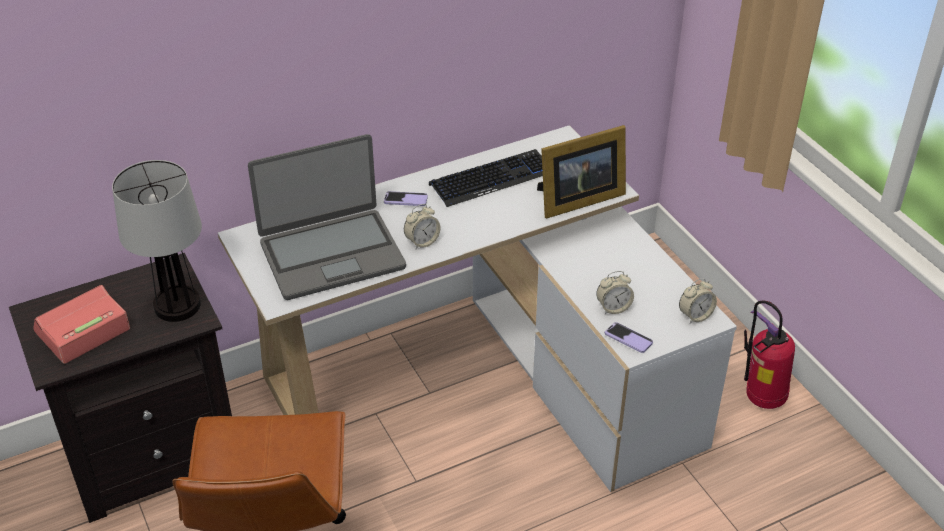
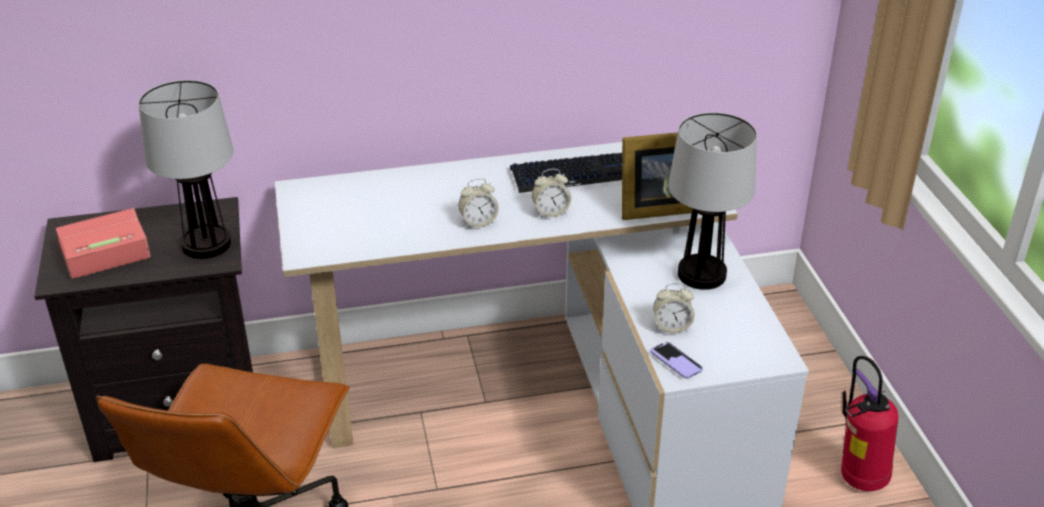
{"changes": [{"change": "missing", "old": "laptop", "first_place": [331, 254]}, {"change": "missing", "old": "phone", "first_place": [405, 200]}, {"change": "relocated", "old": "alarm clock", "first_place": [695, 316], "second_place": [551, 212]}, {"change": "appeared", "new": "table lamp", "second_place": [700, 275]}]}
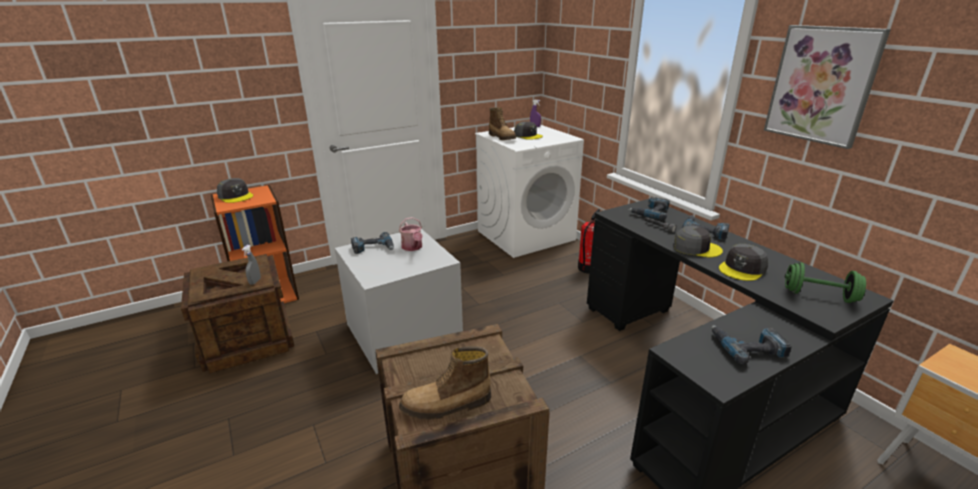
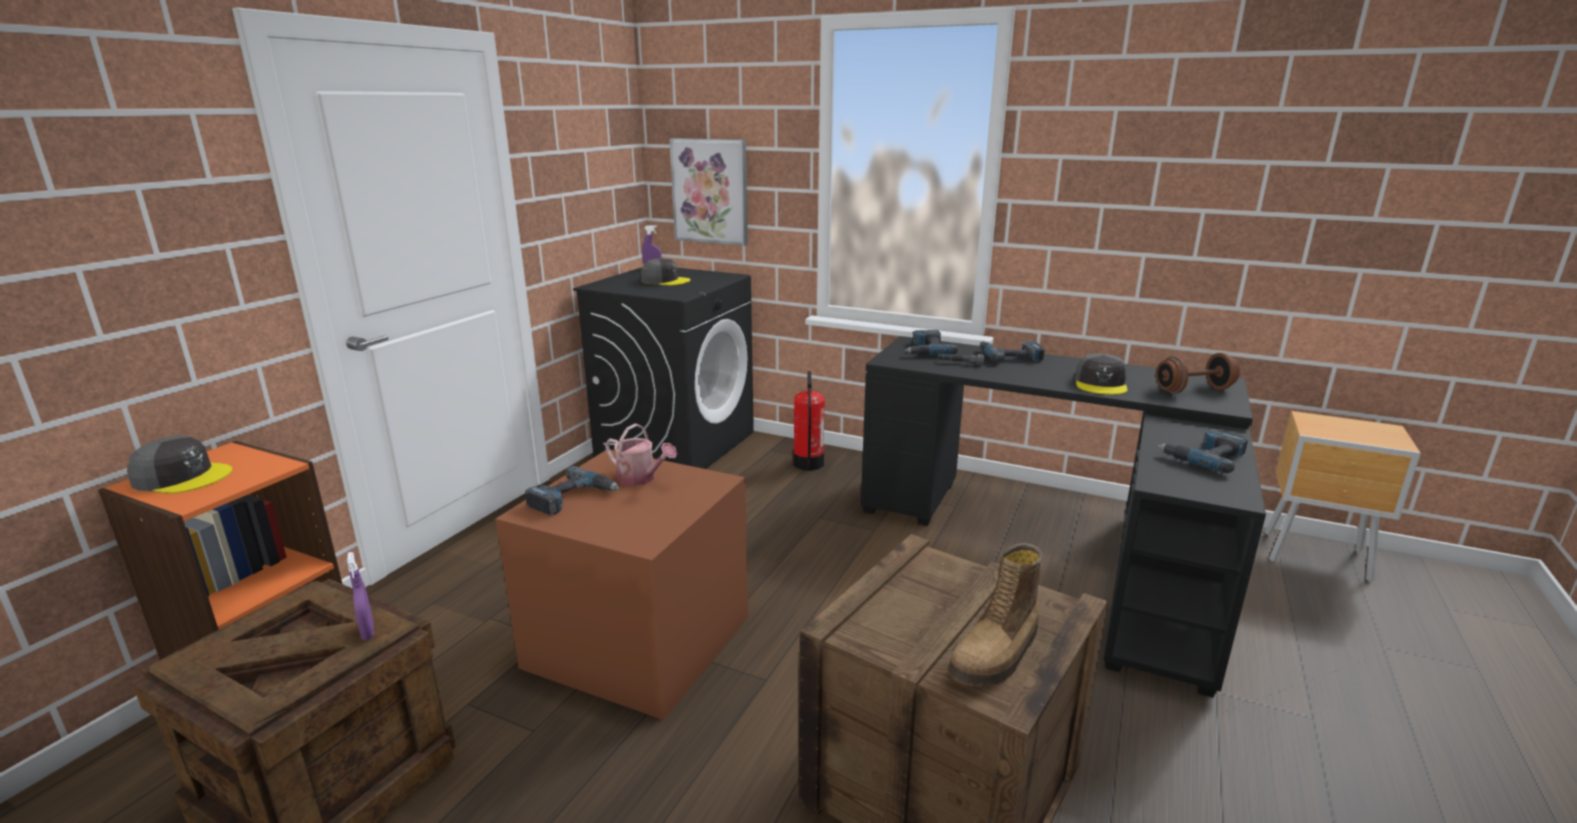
{"changes": [{"change": "relocated", "old": "picture", "first_place": [821, 85], "second_place": [710, 191]}, {"change": "missing", "old": "boot", "first_place": [502, 138]}, {"change": "colour", "old": "white washing machine", "new": "black washing machine", "first_place": [526, 235], "second_place": [676, 444]}, {"change": "missing", "old": "grey cap", "first_place": [696, 248]}, {"change": "colour", "old": "grey storage box", "new": "brown storage box", "first_place": [402, 334], "second_place": [639, 643]}, {"change": "colour", "old": "grey spray bottle", "new": "purple spray bottle", "first_place": [255, 281], "second_place": [368, 632]}, {"change": "colour", "old": "green dumbbell", "new": "brown dumbbell", "first_place": [819, 295], "second_place": [1193, 390]}]}
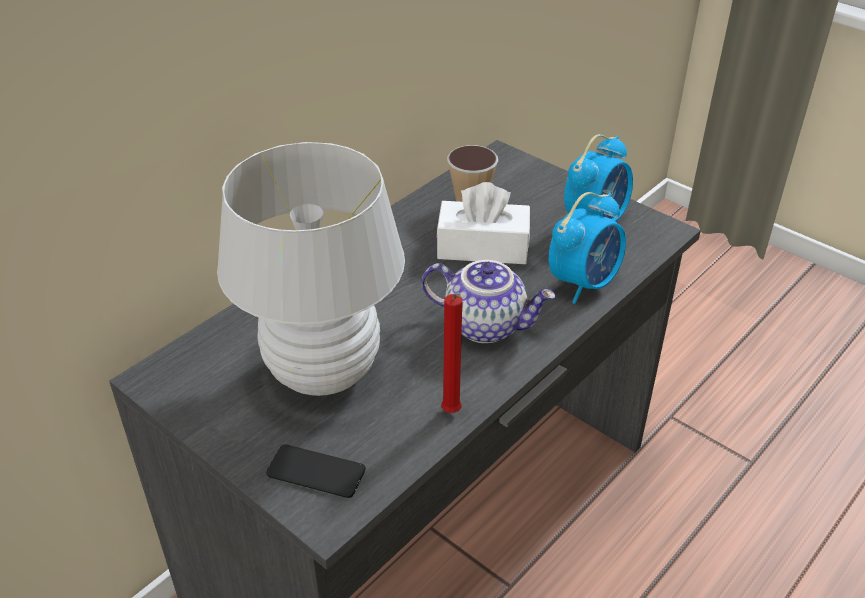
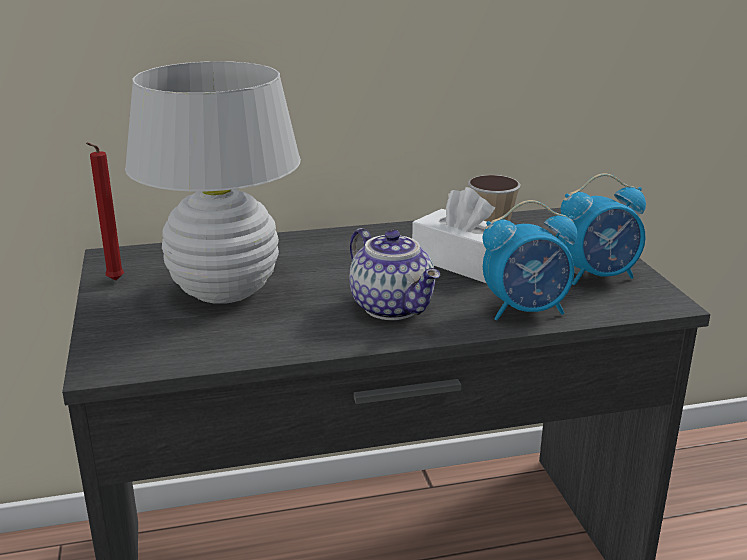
{"changes": [{"change": "relocated", "old": "red candle", "first_place": [452, 414], "second_place": [113, 281]}, {"change": "missing", "old": "phone", "first_place": [316, 472]}]}
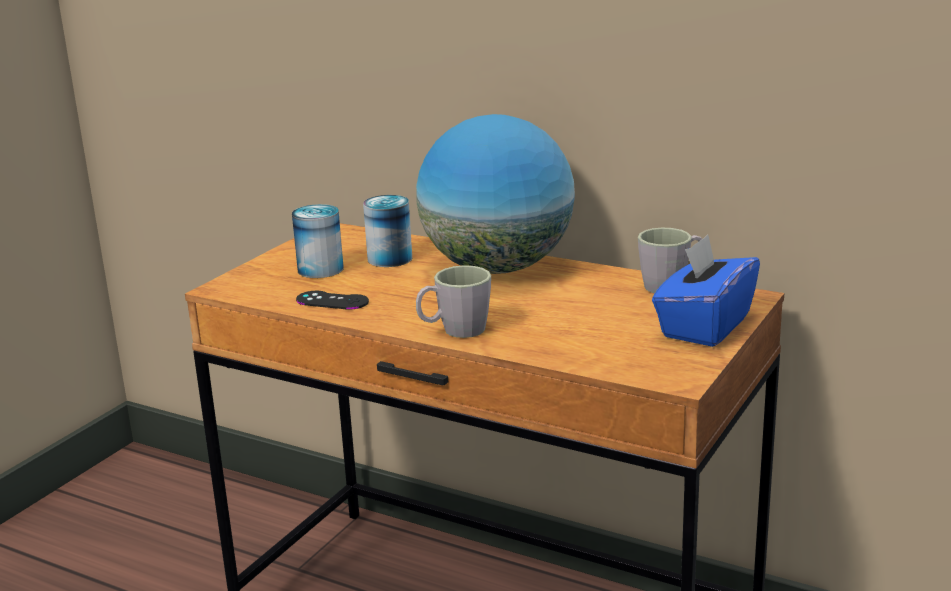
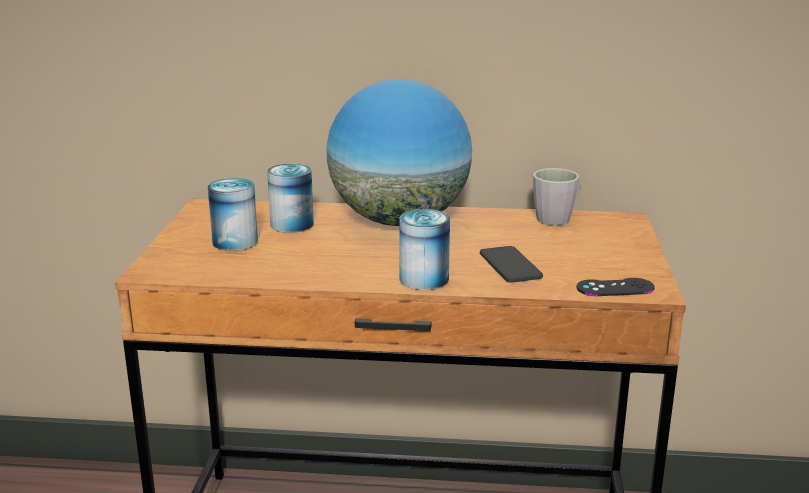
{"changes": [{"change": "missing", "old": "blue tissue box", "first_place": [704, 326]}, {"change": "exchanged", "old": "grey mug", "new": "can", "first_place": [454, 331], "second_place": [424, 279]}, {"change": "relocated", "old": "black game controller", "first_place": [332, 301], "second_place": [615, 288]}, {"change": "appeared", "new": "phone", "second_place": [510, 265]}]}
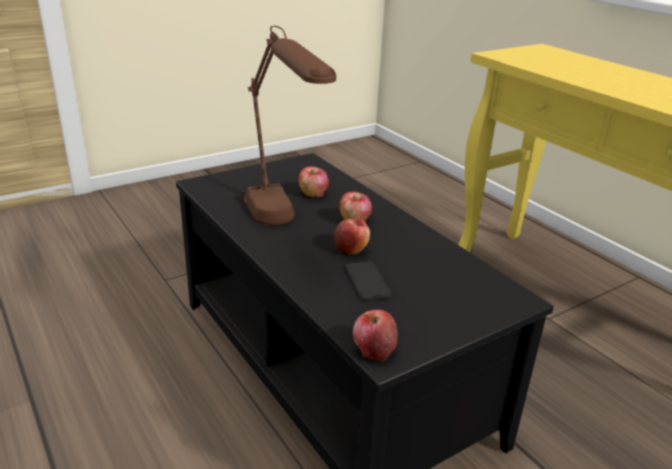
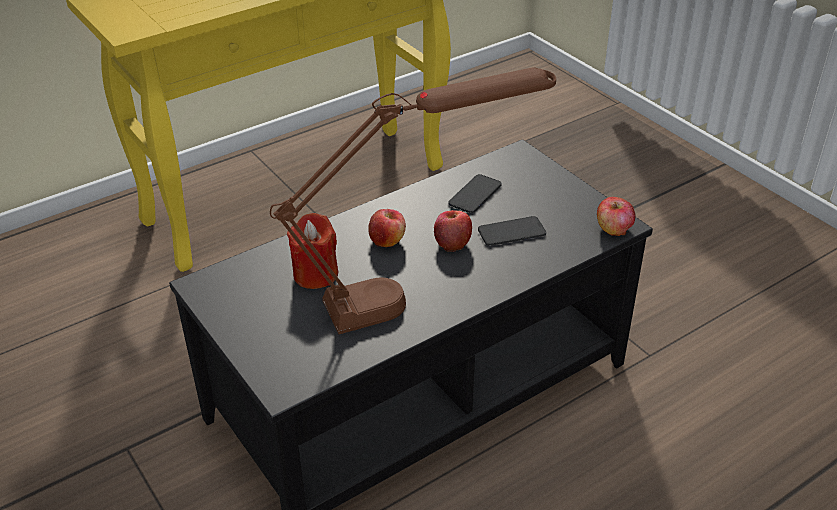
{"changes": [{"change": "exchanged", "old": "apple", "new": "red candle", "first_place": [313, 193], "second_place": [315, 274]}, {"change": "appeared", "new": "phone", "second_place": [475, 194]}]}
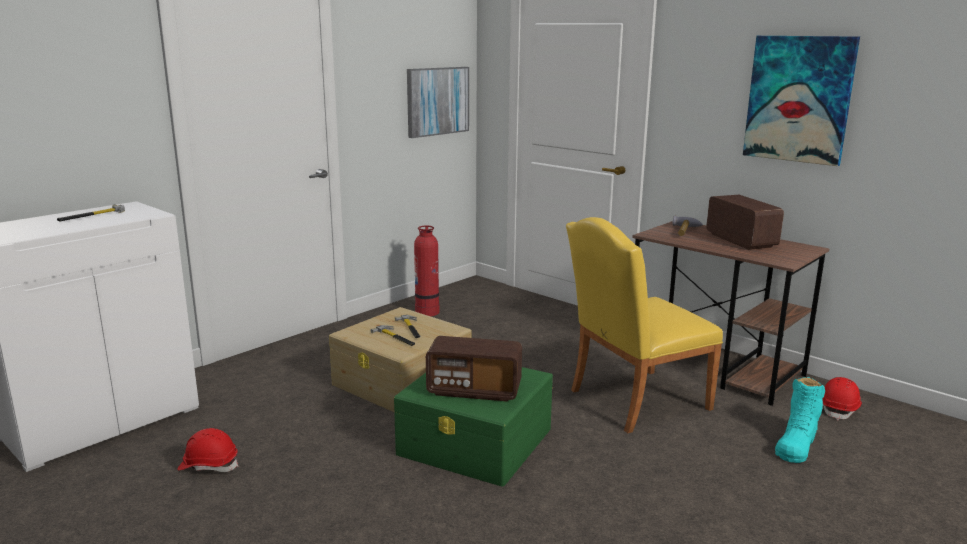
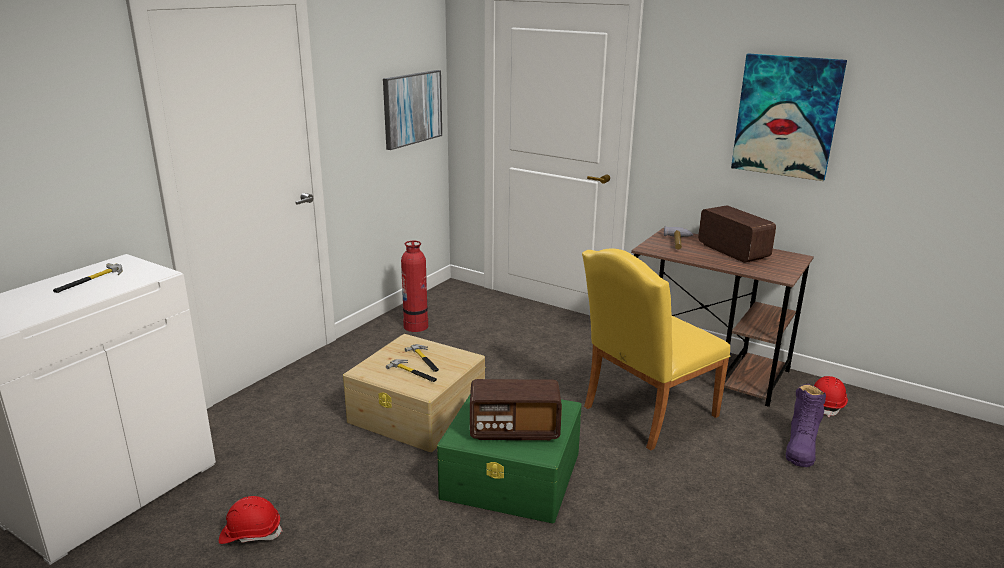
{"changes": [{"change": "colour", "old": "turquoise boot", "new": "purple boot", "first_place": [796, 444], "second_place": [801, 446]}]}
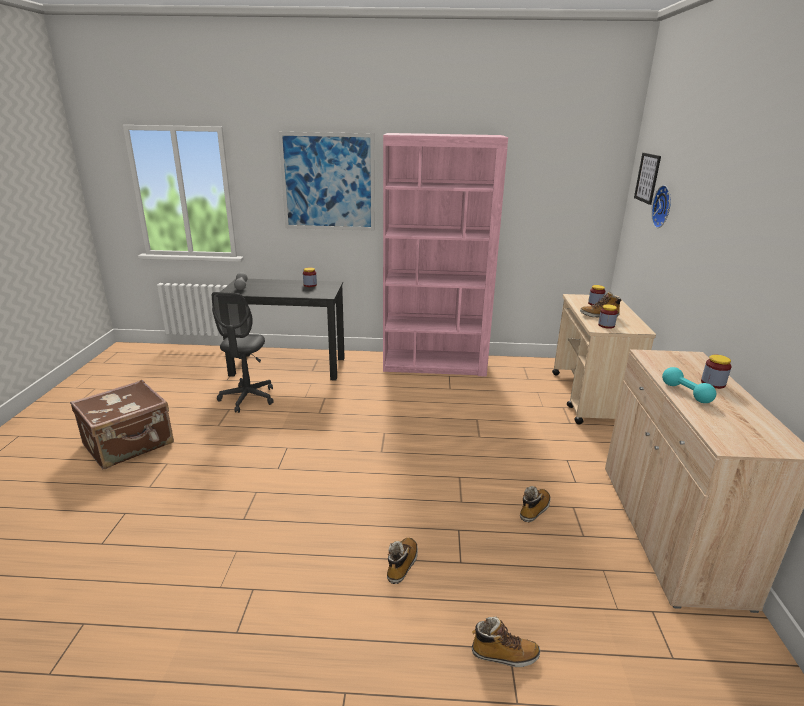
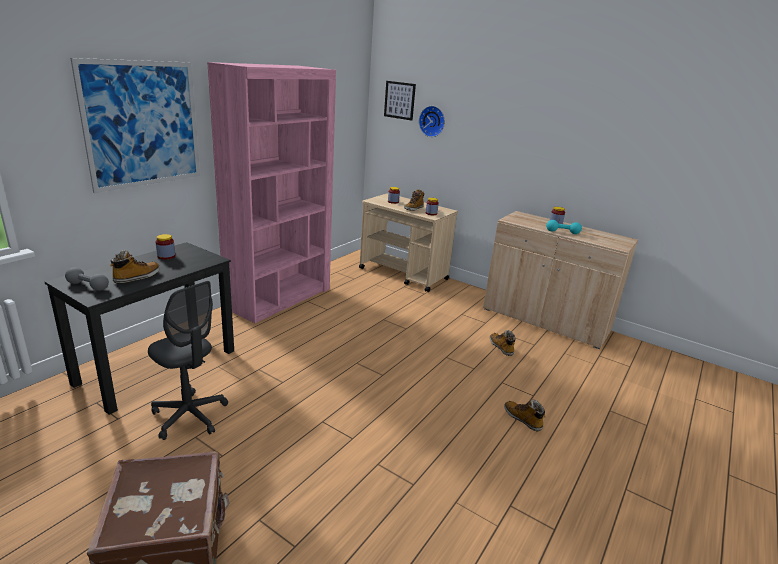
{"changes": [{"change": "relocated", "old": "boot", "first_place": [504, 654], "second_place": [137, 277]}]}
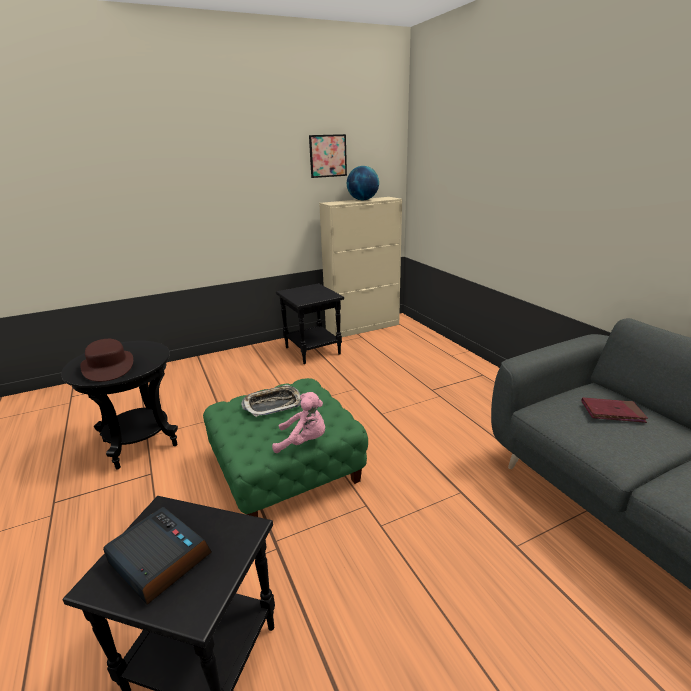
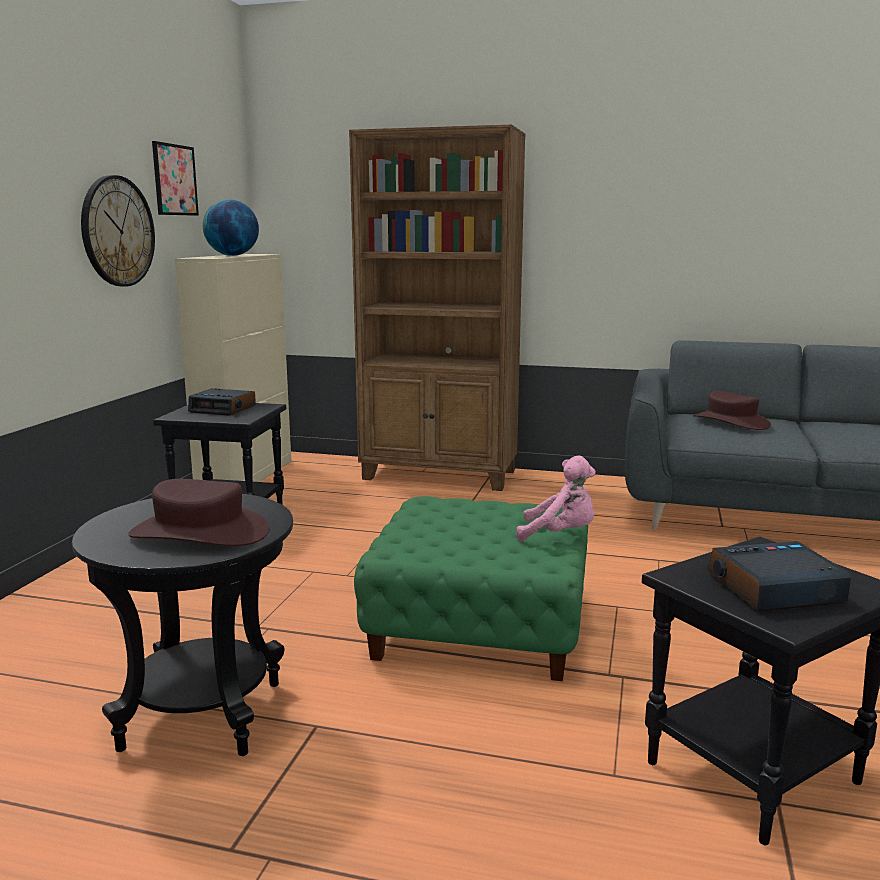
{"changes": [{"change": "missing", "old": "tray", "first_place": [273, 404]}, {"change": "spun", "old": "pink plush toy", "first_place": [304, 441], "second_place": [560, 535], "degrees": 60}, {"change": "exchanged", "old": "red book", "new": "brown hat", "first_place": [612, 412], "second_place": [731, 421]}, {"change": "appeared", "new": "brown bookcase", "second_place": [440, 475]}, {"change": "appeared", "new": "wall clock", "second_place": [117, 231]}, {"change": "appeared", "new": "alarm clock", "second_place": [223, 409]}]}
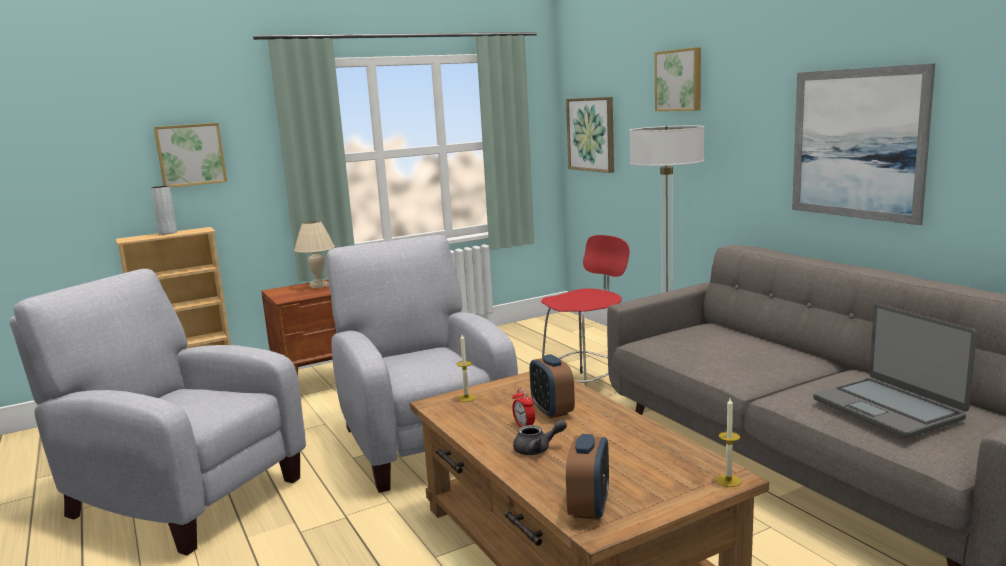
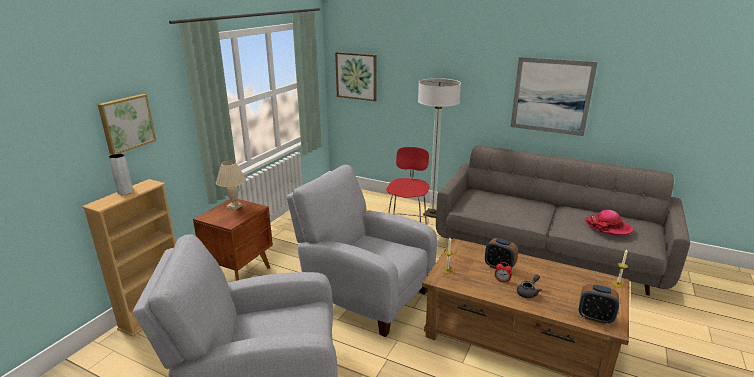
{"changes": [{"change": "missing", "old": "picture", "first_place": [679, 80]}, {"change": "exchanged", "old": "laptop", "new": "hat", "first_place": [888, 408], "second_place": [608, 227]}, {"change": "spun", "old": "alarm clock", "first_place": [589, 508], "second_place": [595, 317], "degrees": 135}]}
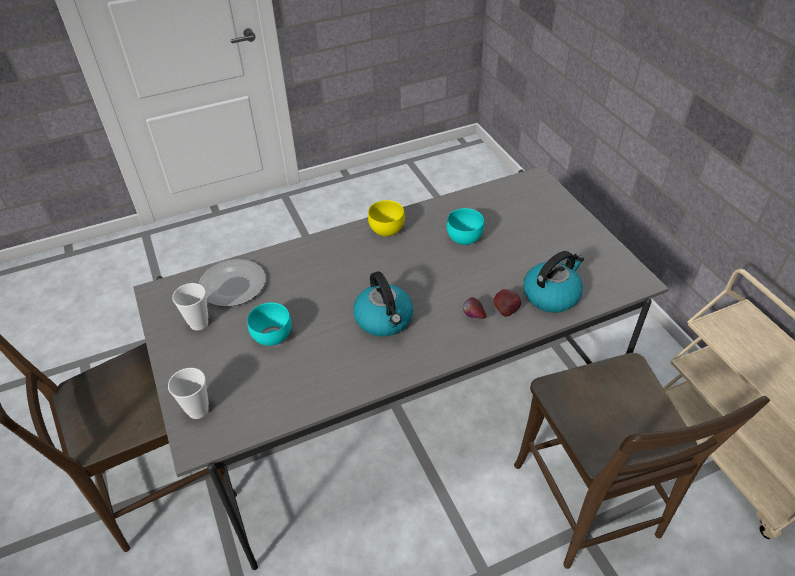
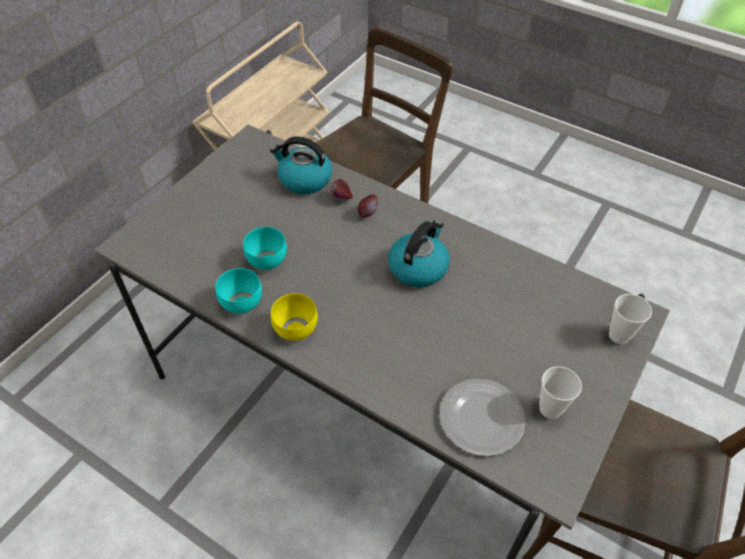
{"changes": [{"change": "relocated", "old": "turquoise bowl", "first_place": [272, 338], "second_place": [243, 302]}]}
